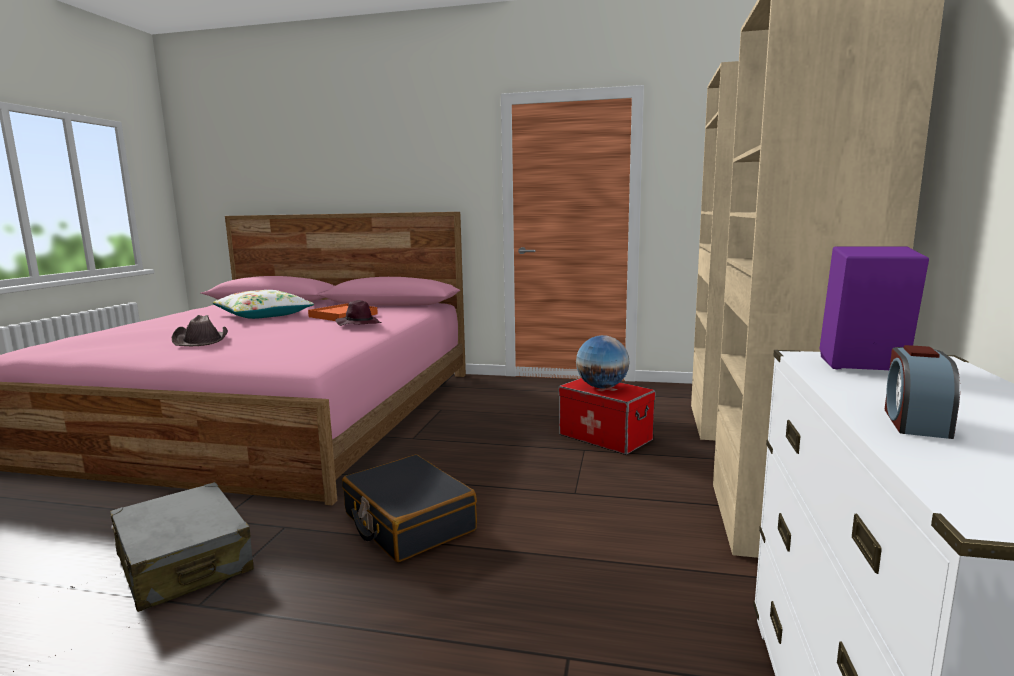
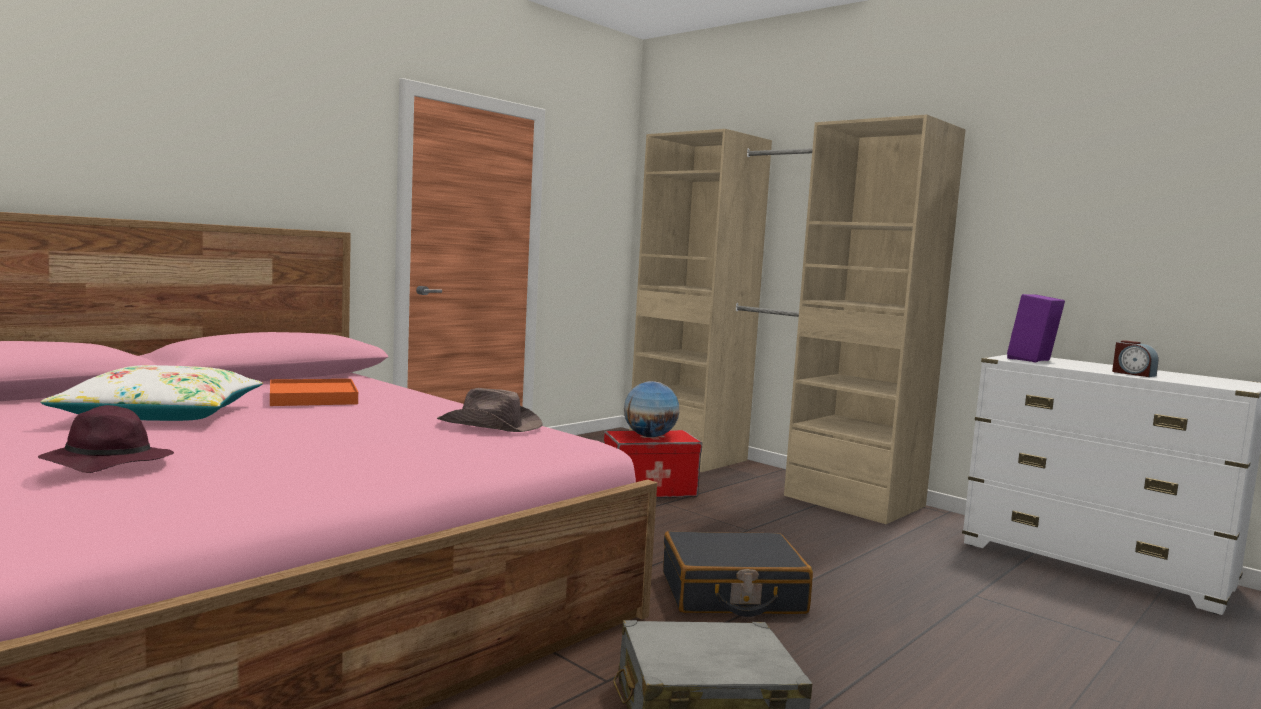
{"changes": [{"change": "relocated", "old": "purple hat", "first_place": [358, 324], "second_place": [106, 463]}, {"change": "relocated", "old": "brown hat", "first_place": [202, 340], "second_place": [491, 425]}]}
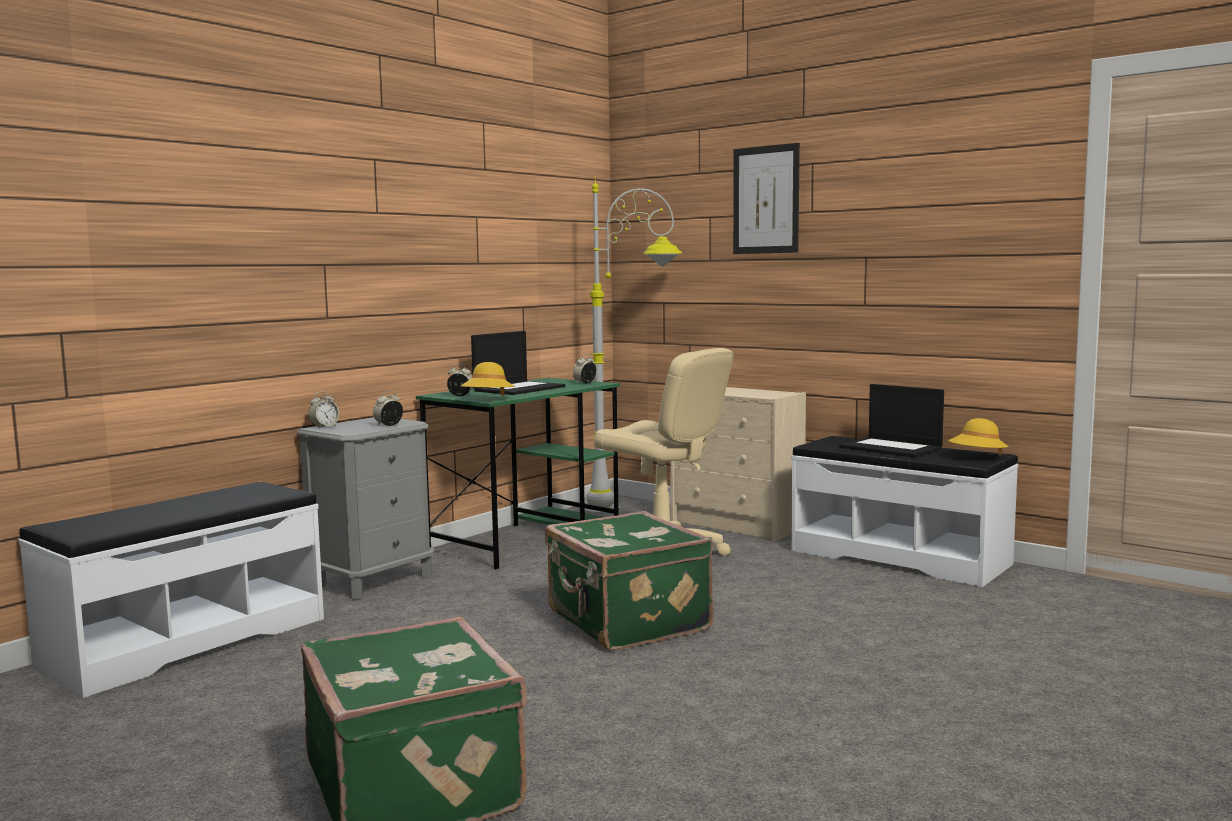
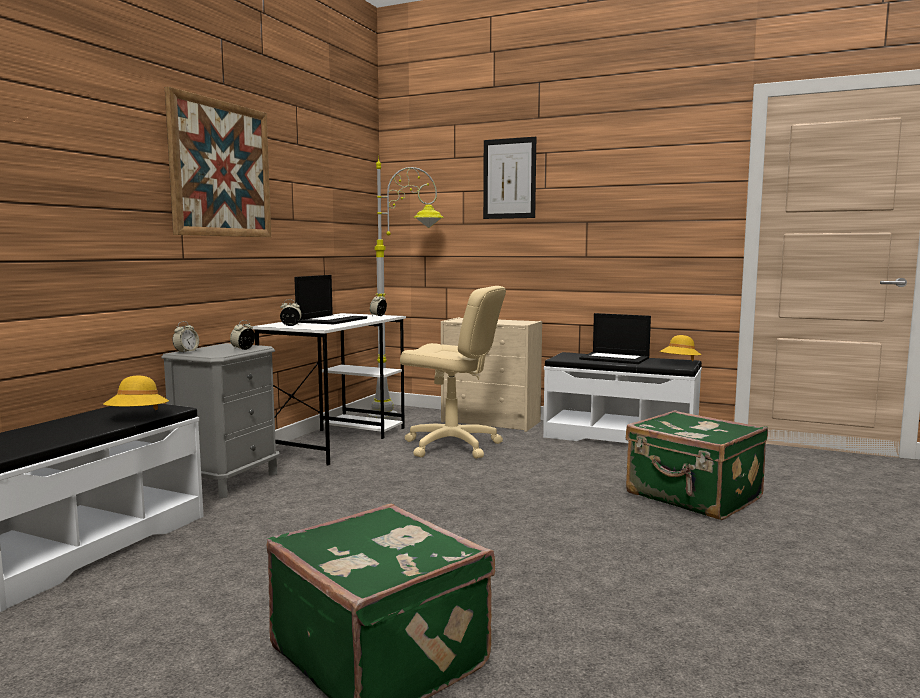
{"changes": [{"change": "relocated", "old": "yellow hat", "first_place": [488, 399], "second_place": [137, 417]}, {"change": "colour", "old": "green desk", "new": "white desk", "first_place": [527, 539], "second_place": [337, 440]}, {"change": "relocated", "old": "green suitcase", "first_place": [626, 622], "second_place": [693, 497]}, {"change": "appeared", "new": "picture", "second_place": [221, 169]}]}
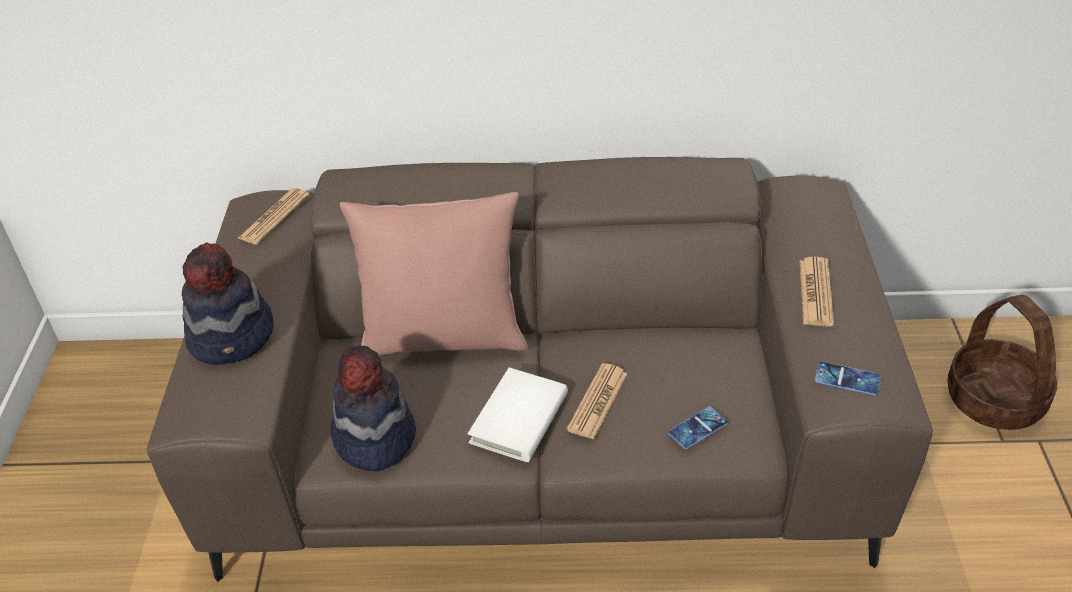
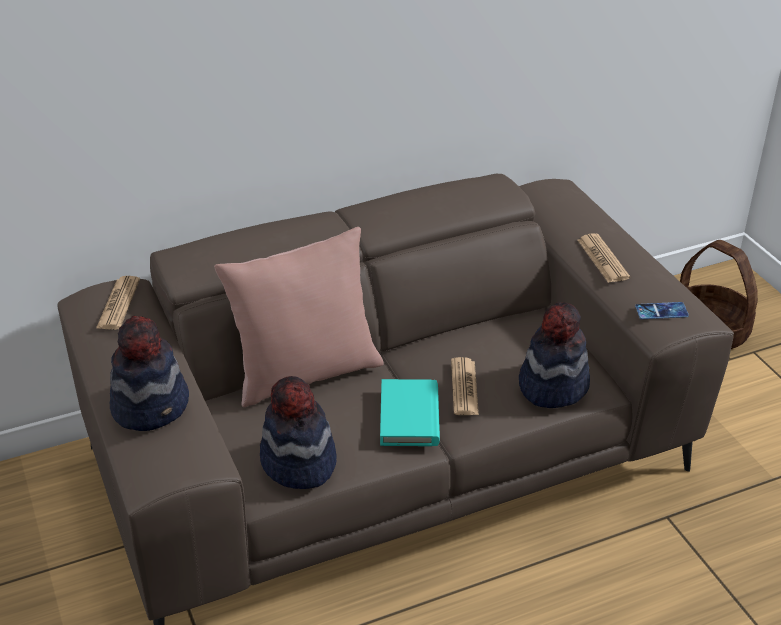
{"changes": [{"change": "colour", "old": "white book", "new": "turquoise book", "first_place": [519, 419], "second_place": [409, 417]}, {"change": "exchanged", "old": "phone", "new": "hat", "first_place": [698, 428], "second_place": [552, 385]}]}
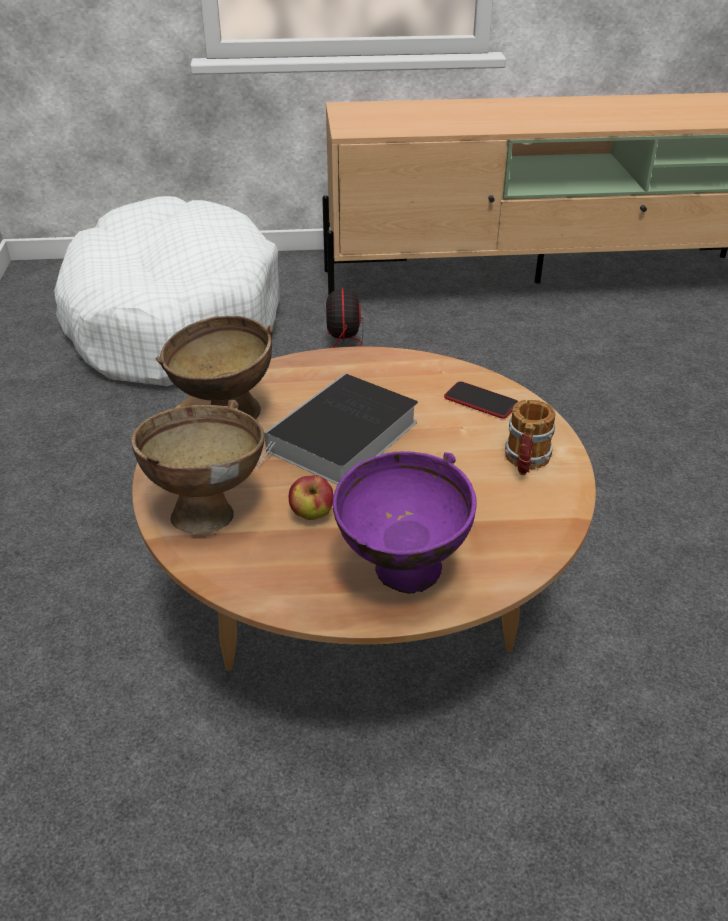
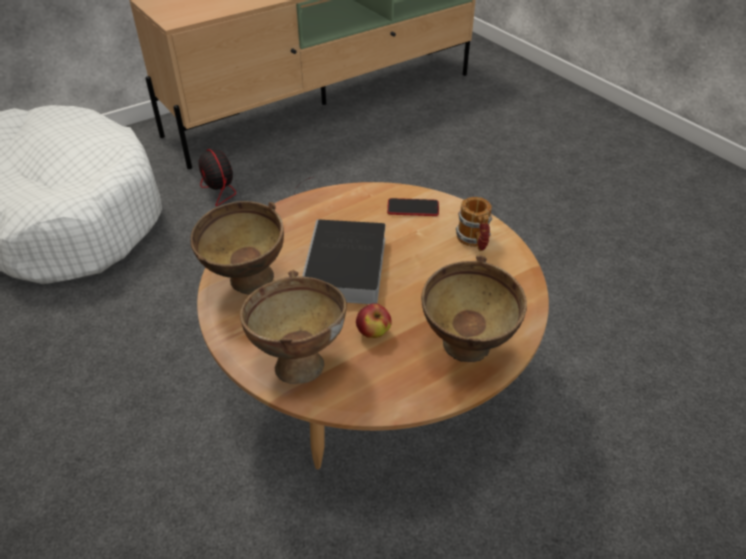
{"changes": [{"change": "colour", "old": "purple bowl", "new": "brown bowl", "first_place": [400, 578], "second_place": [466, 353]}]}
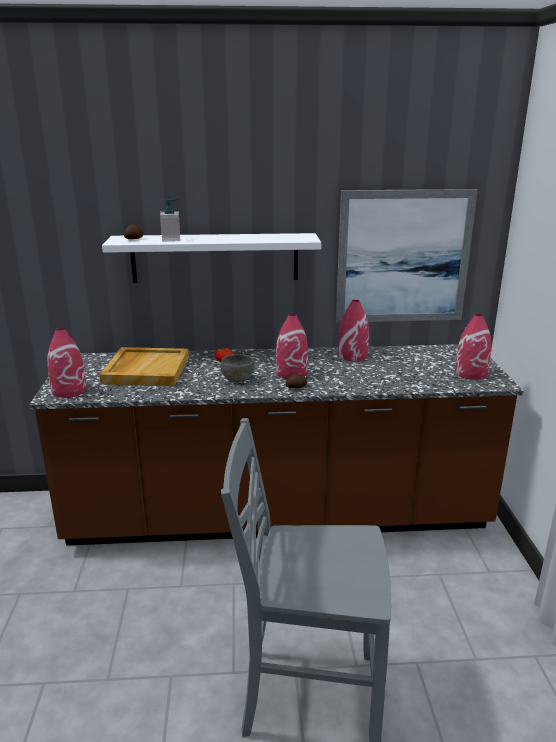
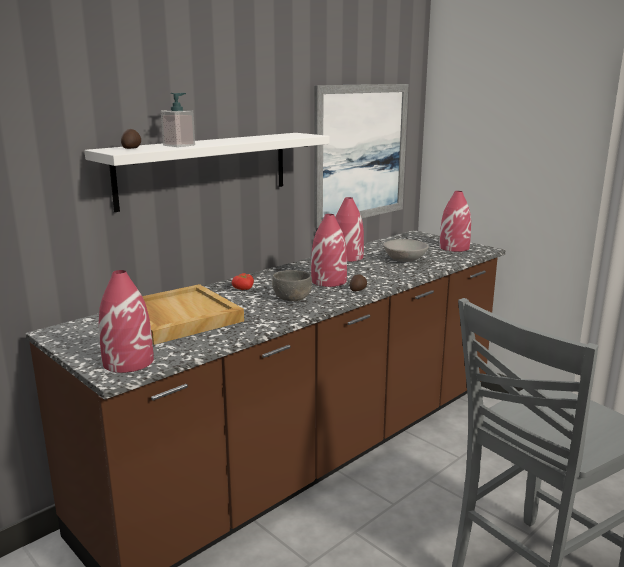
{"changes": [{"change": "appeared", "new": "grey bowl", "second_place": [404, 260]}]}
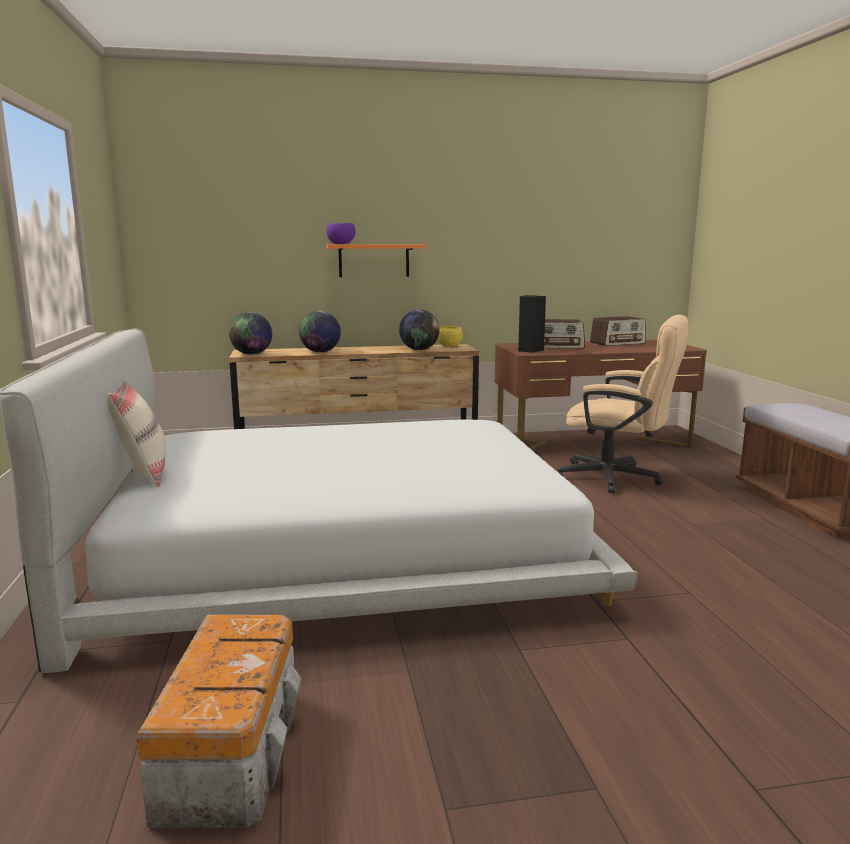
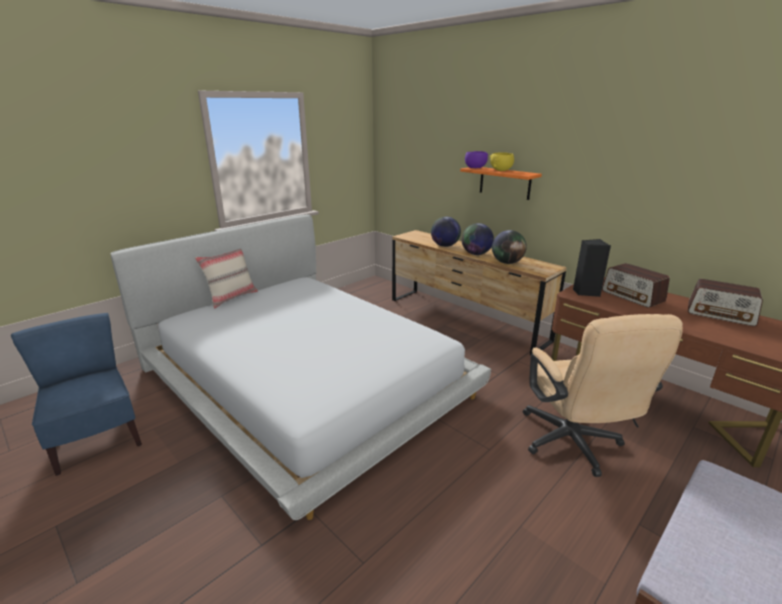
{"changes": [{"change": "relocated", "old": "globe", "first_place": [252, 354], "second_place": [476, 254]}, {"change": "relocated", "old": "yellow bowl", "first_place": [449, 346], "second_place": [501, 170]}, {"change": "exchanged", "old": "storage box", "new": "blue chair", "first_place": [233, 748], "second_place": [97, 439]}]}
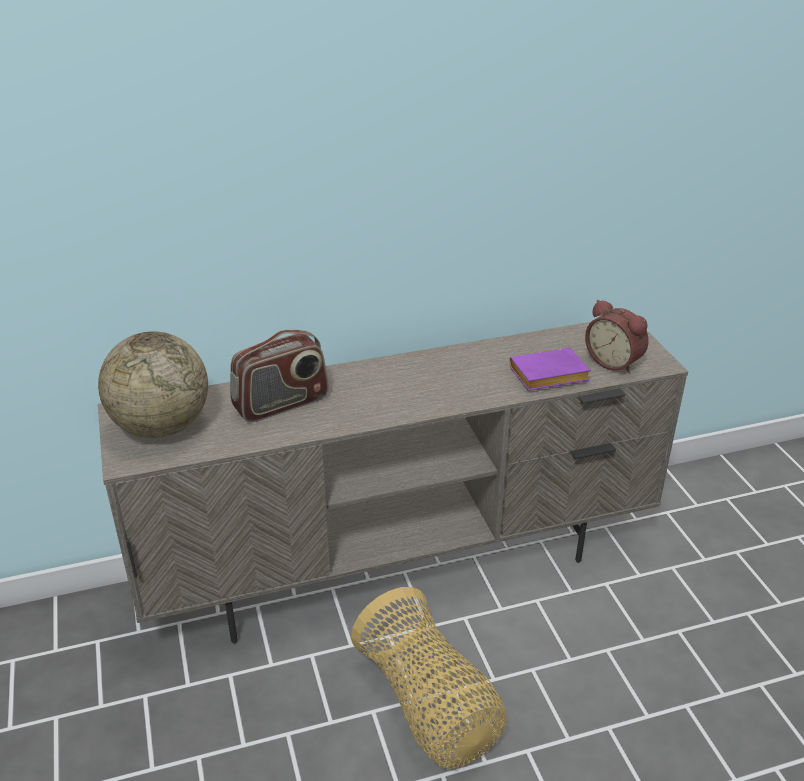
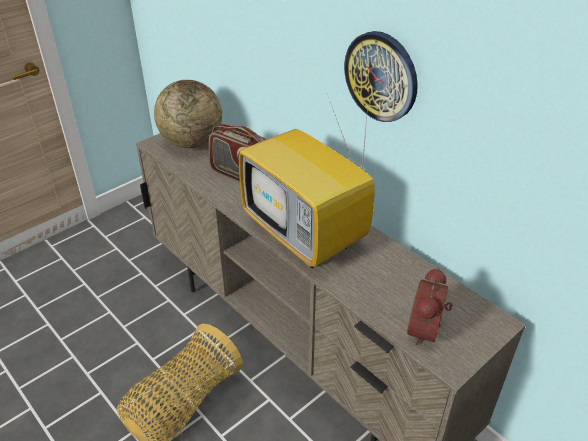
{"changes": [{"change": "missing", "old": "purple book", "first_place": [547, 376]}, {"change": "appeared", "new": "wall clock", "second_place": [381, 76]}, {"change": "appeared", "new": "television", "second_place": [307, 237]}]}
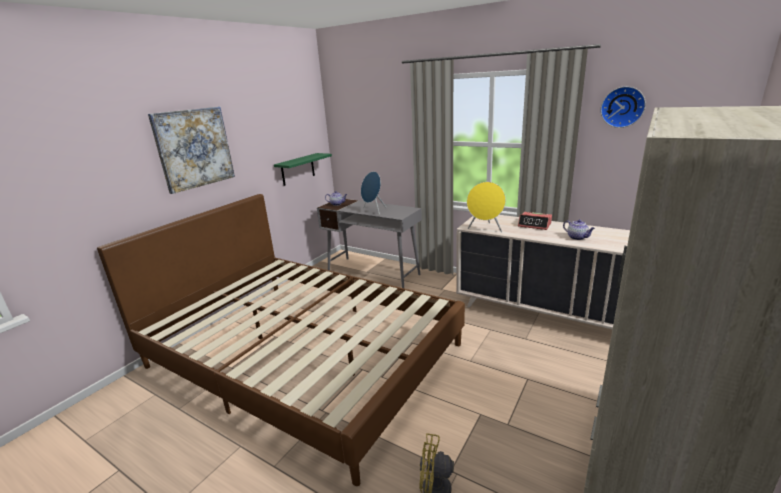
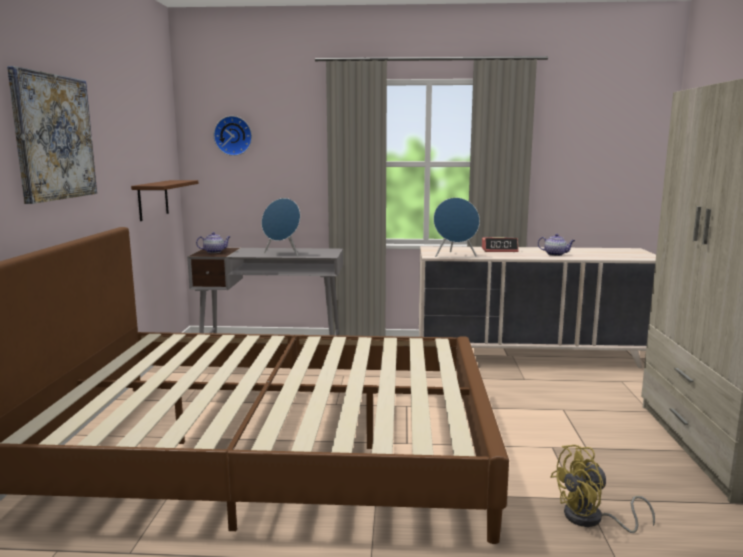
{"changes": [{"change": "relocated", "old": "wall clock", "first_place": [622, 107], "second_place": [233, 135]}, {"change": "colour", "old": "green shelf", "new": "brown shelf", "first_place": [298, 169], "second_place": [153, 200]}, {"change": "colour", "old": "yellow speaker", "new": "blue speaker", "first_place": [485, 229], "second_place": [455, 256]}]}
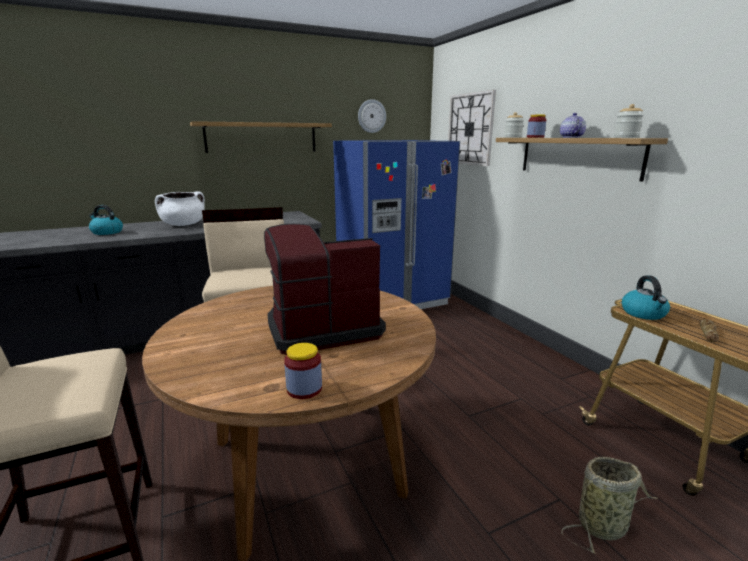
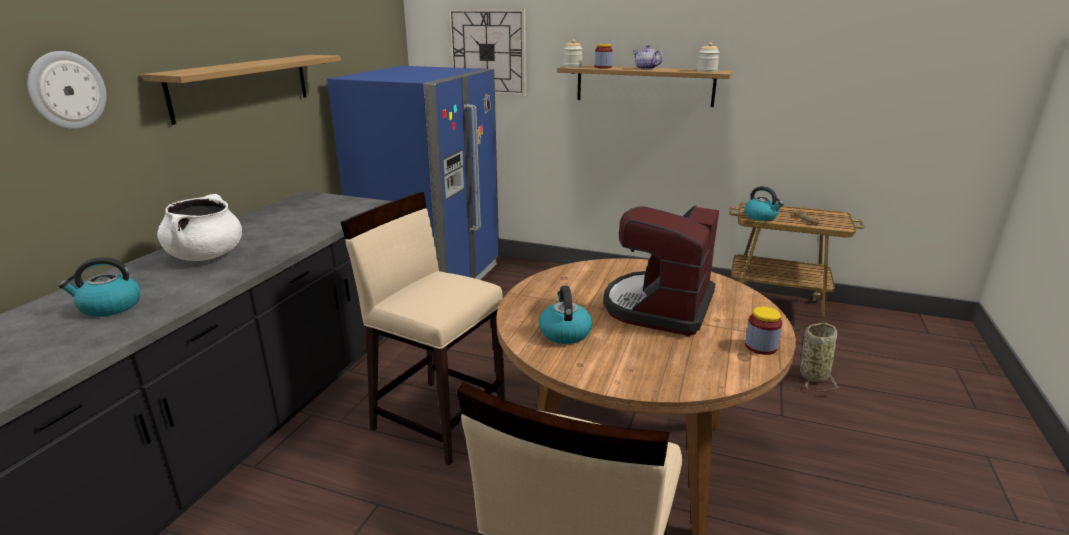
{"changes": [{"change": "relocated", "old": "wall clock", "first_place": [371, 116], "second_place": [67, 90]}, {"change": "appeared", "new": "kettle", "second_place": [564, 333]}]}
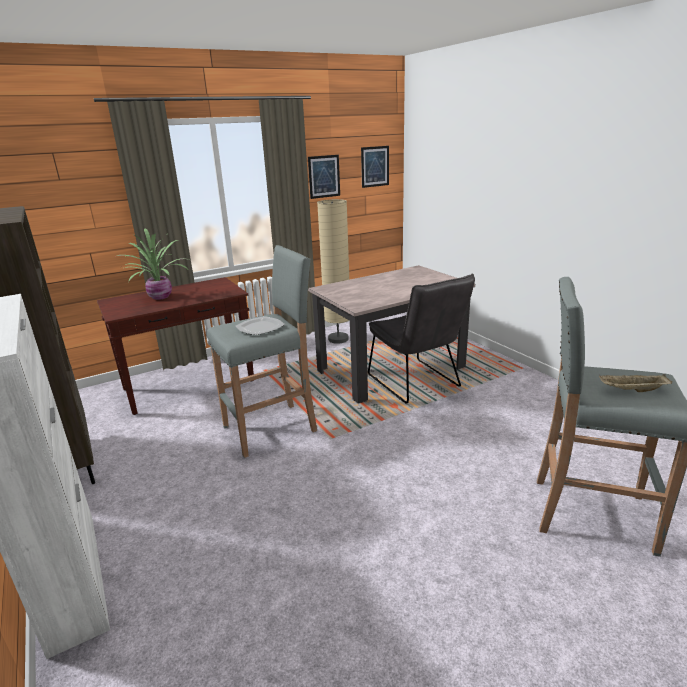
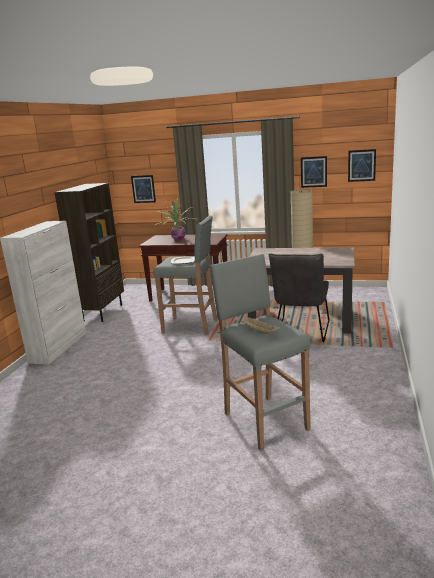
{"changes": [{"change": "appeared", "new": "picture", "second_place": [143, 189]}]}
